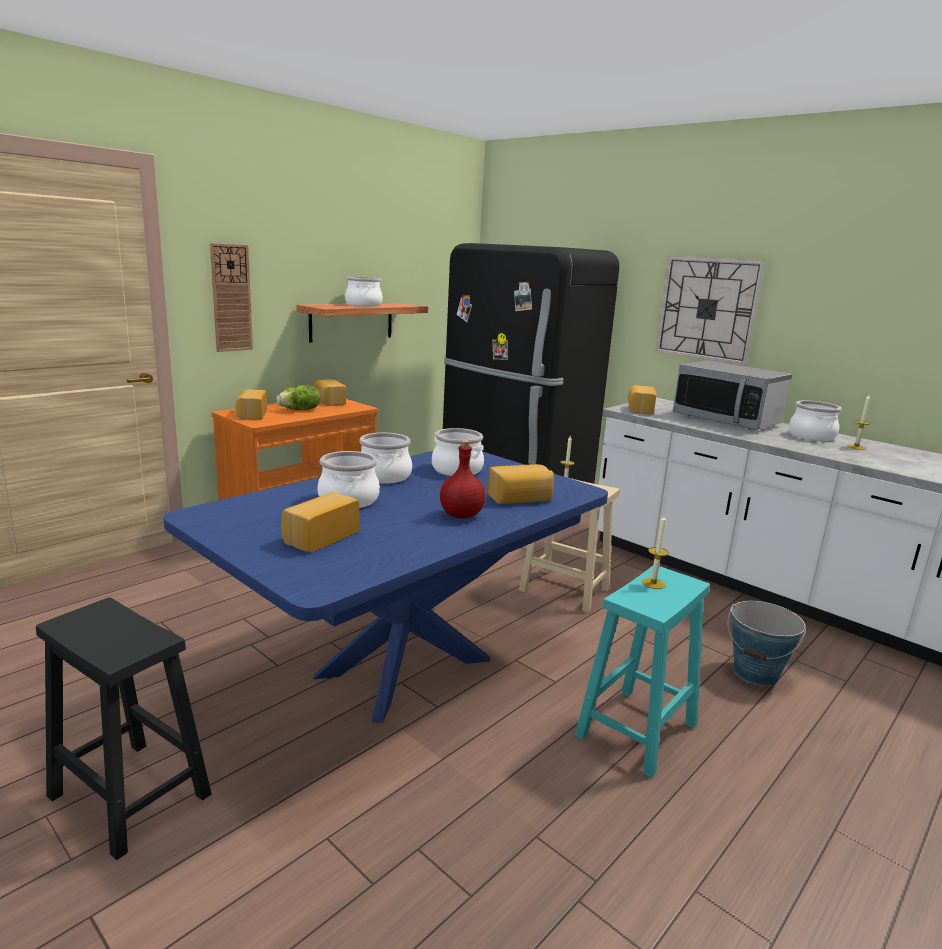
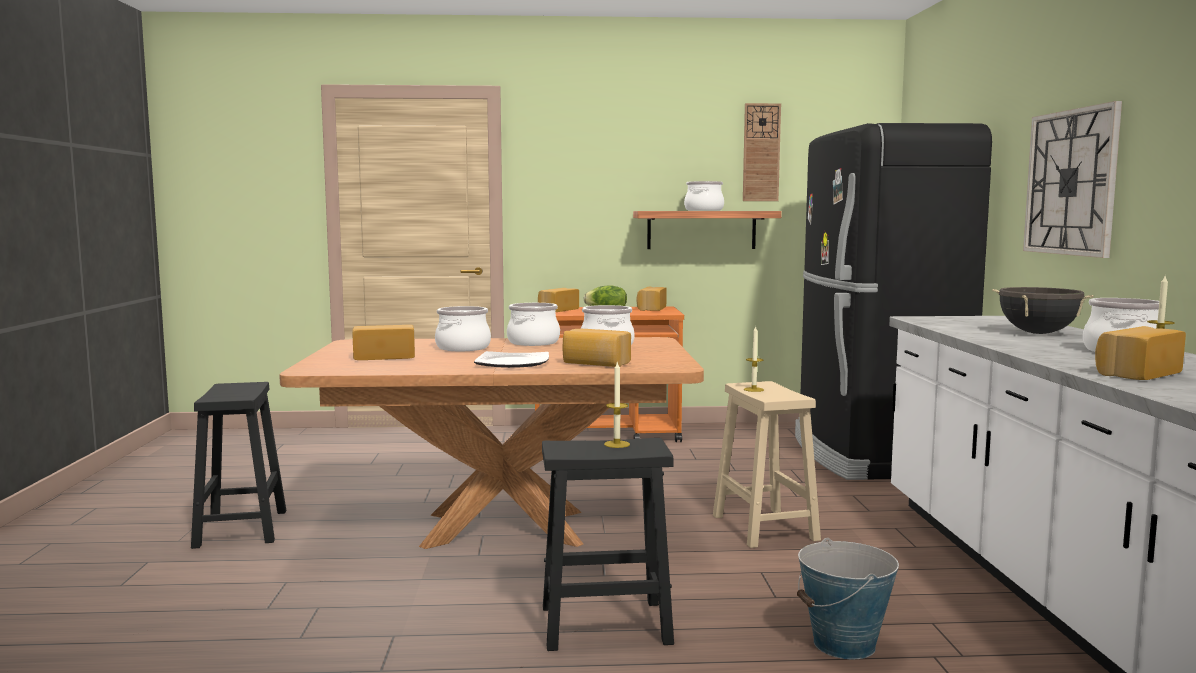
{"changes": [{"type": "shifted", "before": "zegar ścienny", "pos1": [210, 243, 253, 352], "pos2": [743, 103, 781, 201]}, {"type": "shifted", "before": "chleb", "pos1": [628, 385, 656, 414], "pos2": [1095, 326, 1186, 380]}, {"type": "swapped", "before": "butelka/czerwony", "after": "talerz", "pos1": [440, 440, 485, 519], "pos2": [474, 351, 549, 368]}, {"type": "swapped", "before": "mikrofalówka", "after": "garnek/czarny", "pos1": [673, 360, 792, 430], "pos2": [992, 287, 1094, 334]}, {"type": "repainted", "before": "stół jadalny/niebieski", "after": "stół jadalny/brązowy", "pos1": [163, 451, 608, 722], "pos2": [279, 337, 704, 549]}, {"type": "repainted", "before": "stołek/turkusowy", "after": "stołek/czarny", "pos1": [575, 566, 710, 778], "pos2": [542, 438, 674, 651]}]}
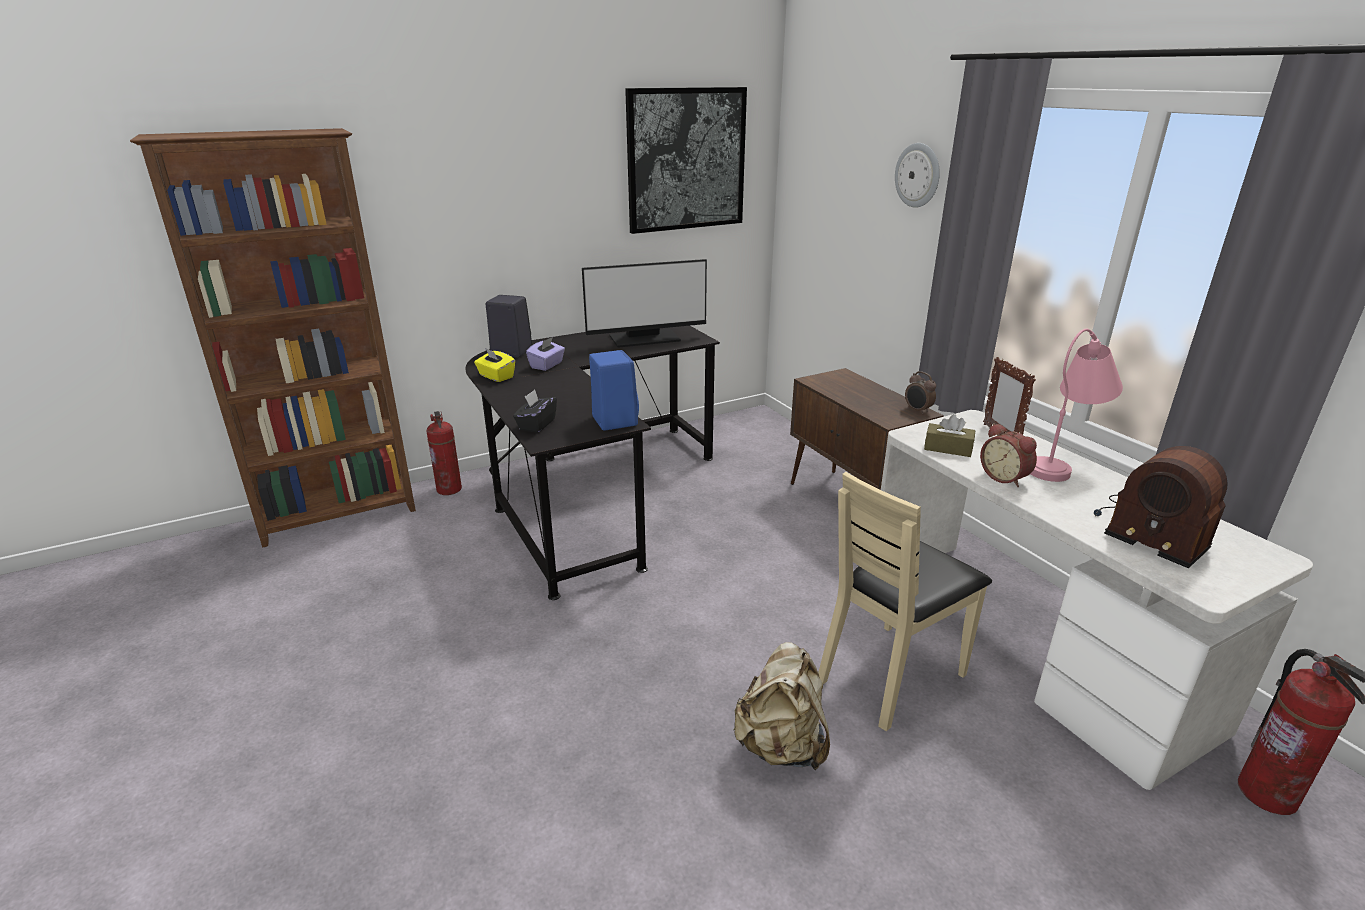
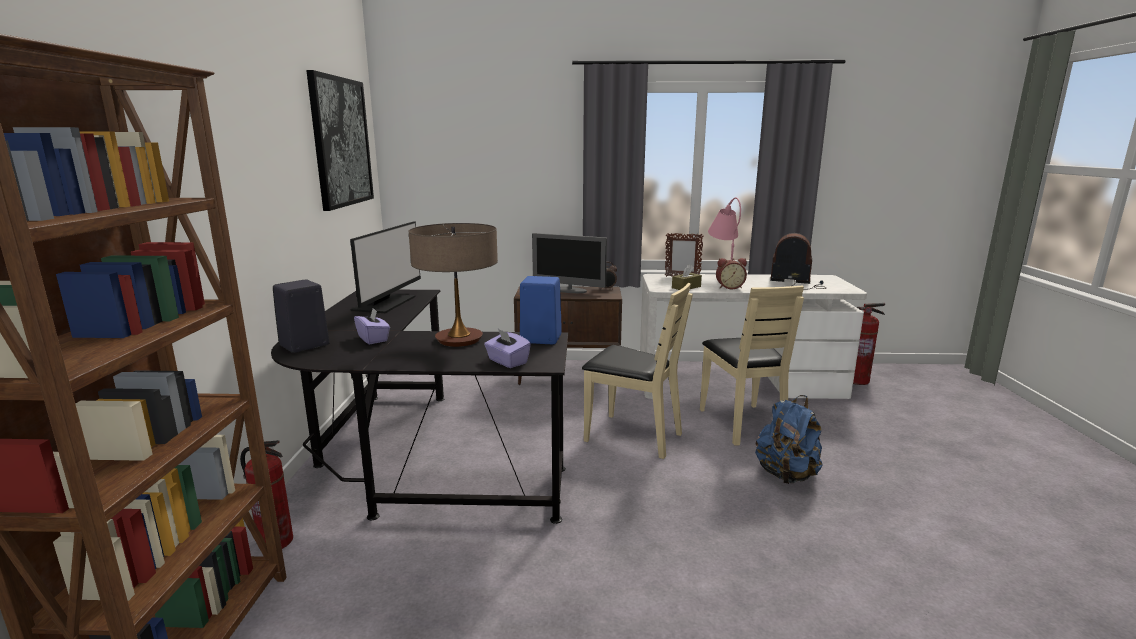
{"changes": [{"type": "gone", "before": "pudełko chusteczek/żółty", "pos1": [474, 348, 515, 382]}, {"type": "gone", "before": "zegar ścienny", "pos1": [895, 143, 940, 208]}, {"type": "new", "after": "lampa stołowa", "pos2": [409, 223, 498, 347]}, {"type": "new", "after": "monitor", "pos2": [532, 233, 607, 293]}, {"type": "new", "after": "krzesło/beżowy", "pos2": [582, 283, 693, 459]}, {"type": "repainted", "before": "pudełko chusteczek/czarny", "after": "pudełko chusteczek/fioletowy", "pos1": [513, 390, 557, 433], "pos2": [484, 329, 531, 368]}, {"type": "repainted", "before": "plecak/beżowy", "after": "plecak/niebieski", "pos1": [733, 642, 830, 770], "pos2": [755, 395, 823, 484]}, {"type": "rotated", "before": "radio", "pos1": [1094, 446, 1228, 568], "pos2": [770, 233, 827, 290], "turn": -150}]}
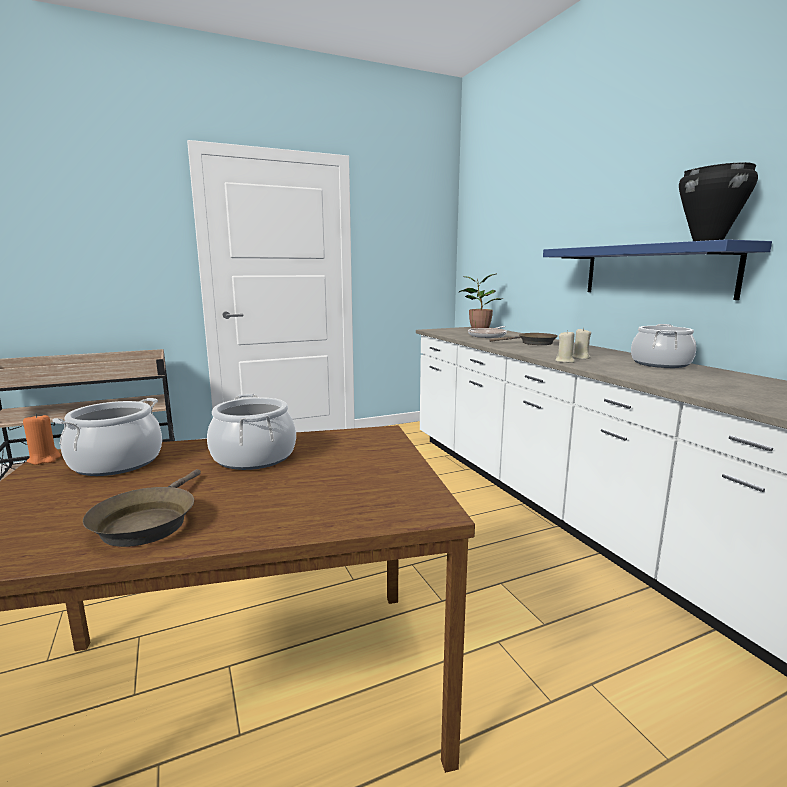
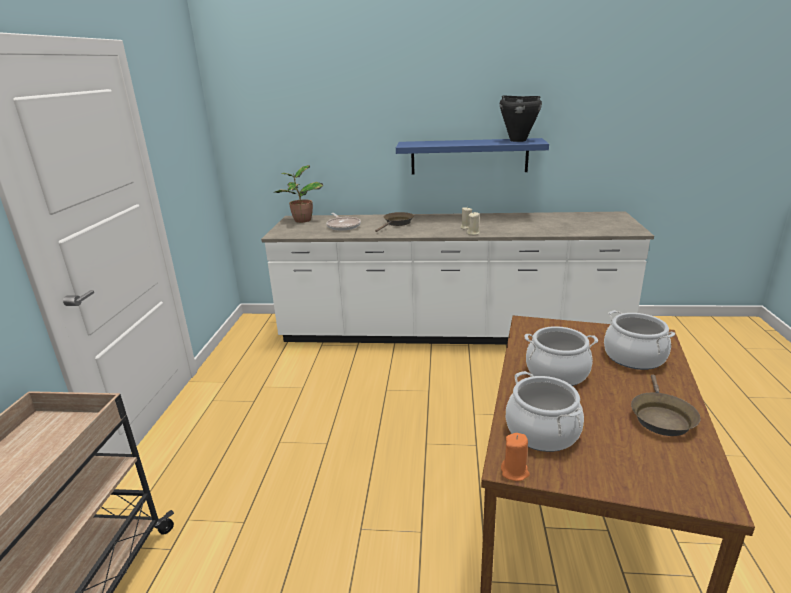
{"changes": [{"type": "shifted", "before": "garnek", "pos1": [631, 324, 696, 368], "pos2": [604, 310, 675, 370]}, {"type": "rotated", "before": "patelnia/brązowy", "pos1": [83, 469, 201, 547], "pos2": [631, 375, 700, 436], "turn": 75}]}
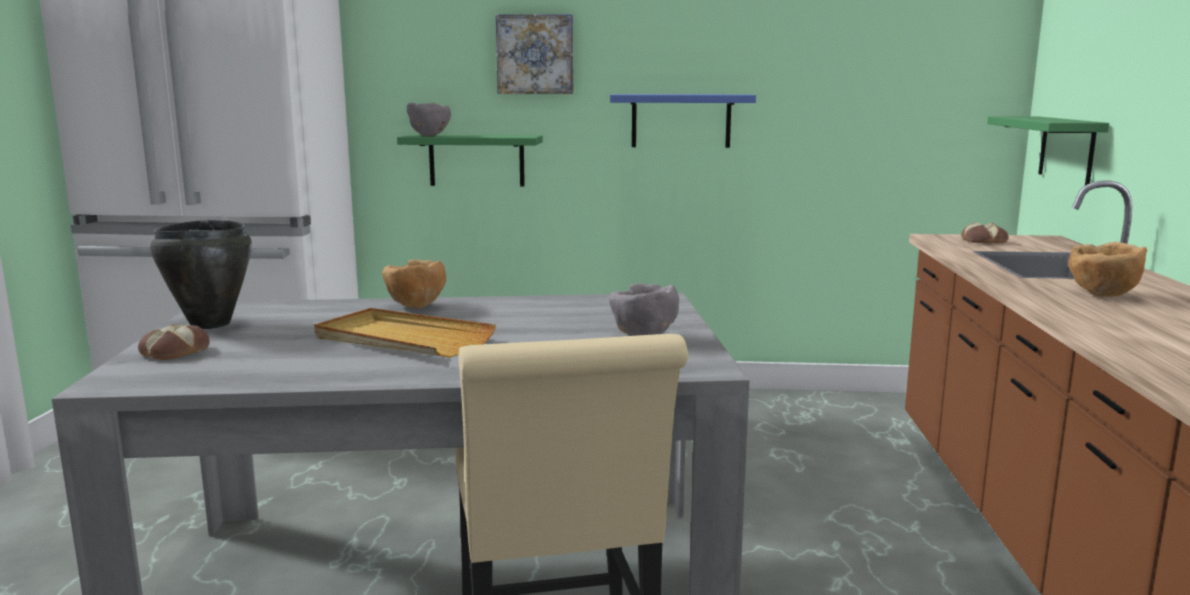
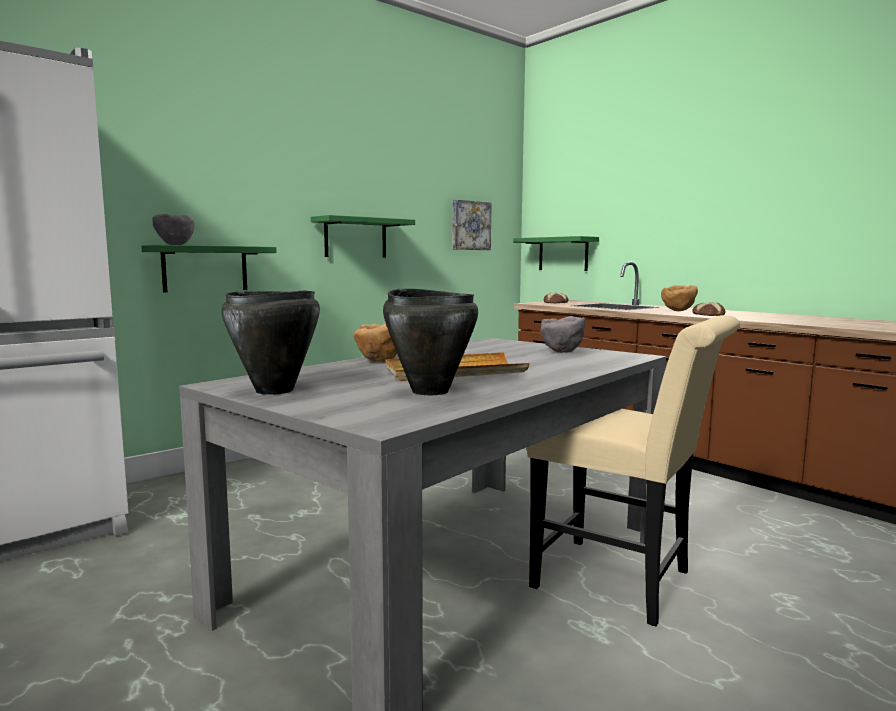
{"changes": [{"type": "new", "after": "garnek/czarny", "pos2": [383, 288, 478, 395]}, {"type": "shifted", "before": "chleb", "pos1": [138, 324, 210, 360], "pos2": [692, 302, 726, 316]}, {"type": "shifted", "before": "obraz", "pos1": [496, 14, 573, 94], "pos2": [452, 200, 491, 250]}, {"type": "repainted", "before": "półka/niebieski", "after": "półka/zielony", "pos1": [610, 94, 756, 148], "pos2": [311, 215, 415, 257]}]}
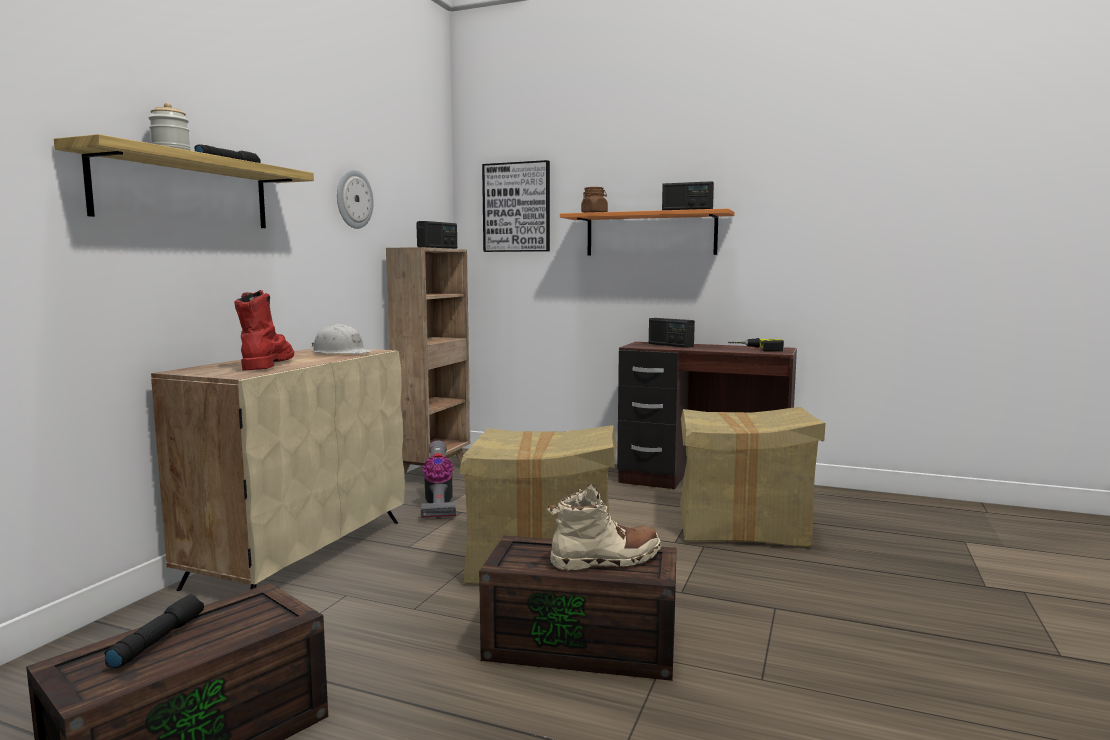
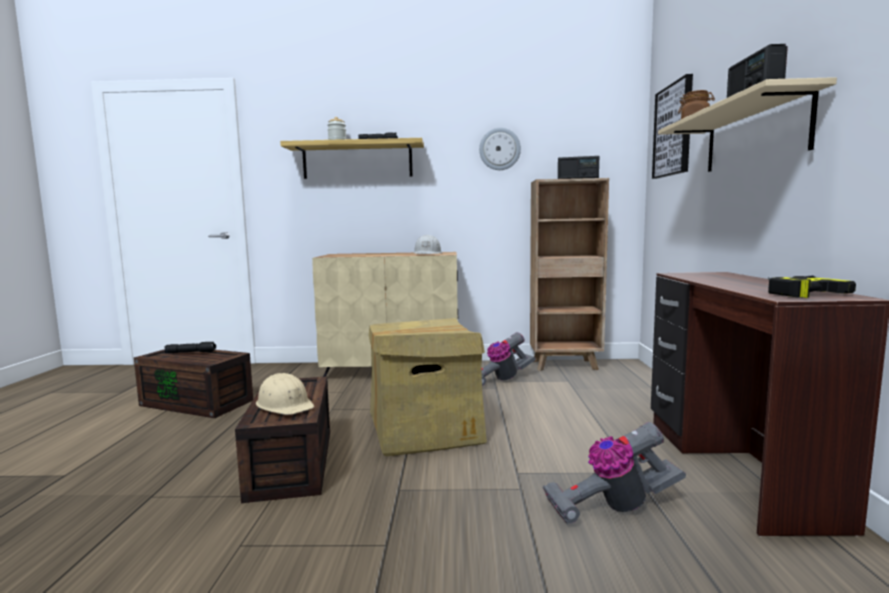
{"changes": [{"type": "gone", "before": "but z cholewką/czerwony", "pos1": [234, 290, 294, 371]}, {"type": "gone", "before": "radio", "pos1": [649, 318, 695, 348]}, {"type": "swapped", "before": "but z cholewką/beżowy", "after": "kask/beżowy", "pos1": [547, 484, 661, 571], "pos2": [256, 373, 314, 415]}, {"type": "swapped", "before": "karton", "after": "odkurzacz", "pos1": [680, 407, 825, 547], "pos2": [543, 422, 686, 525]}, {"type": "repainted", "before": "półka/pomarańczowy", "after": "półka/beżowy", "pos1": [560, 208, 735, 256], "pos2": [658, 77, 837, 172]}]}
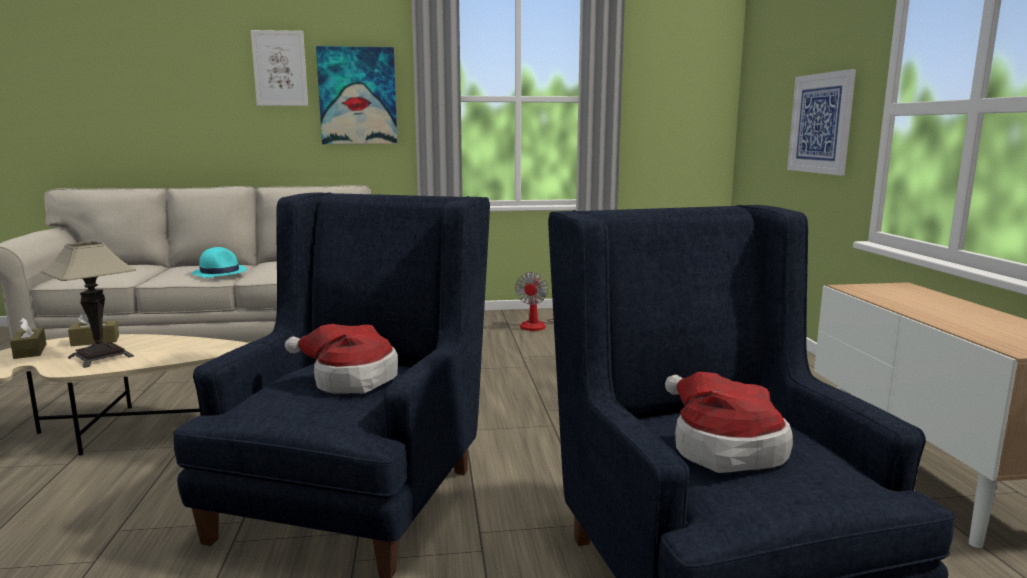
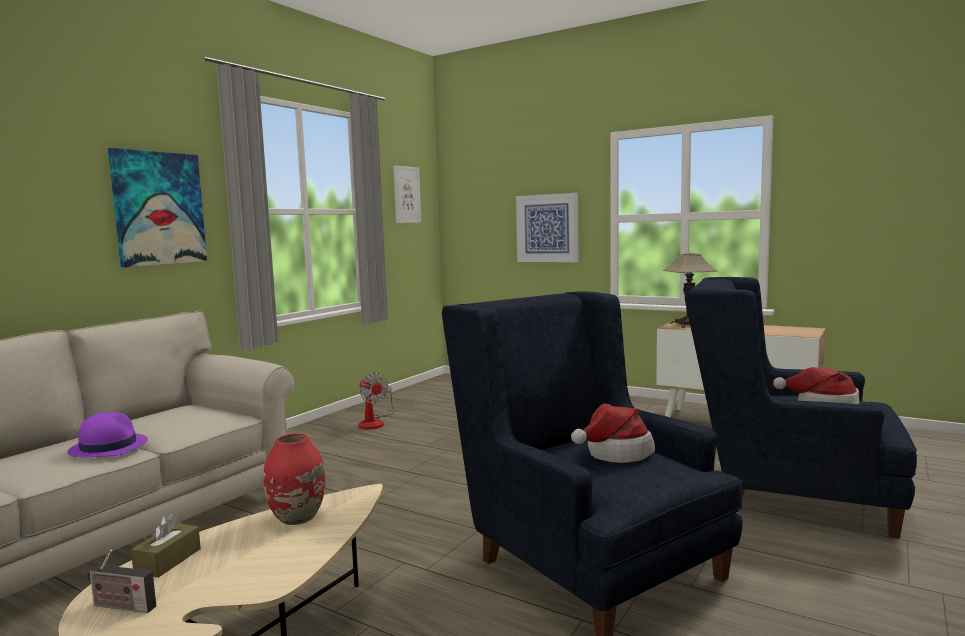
{"changes": [{"type": "new", "after": "wazon/czerwony", "pos2": [263, 433, 325, 525]}, {"type": "shifted", "before": "lampa stołowa", "pos1": [40, 241, 136, 368], "pos2": [663, 253, 718, 328]}, {"type": "shifted", "before": "obraz", "pos1": [251, 30, 308, 106], "pos2": [393, 165, 421, 223]}, {"type": "swapped", "before": "pudełko chusteczek/brązowy", "after": "radio", "pos1": [10, 317, 46, 359], "pos2": [87, 550, 156, 613]}, {"type": "repainted", "before": "kapelusz/turkusowy", "after": "kapelusz/fioletowy", "pos1": [192, 247, 247, 278], "pos2": [67, 412, 148, 457]}]}
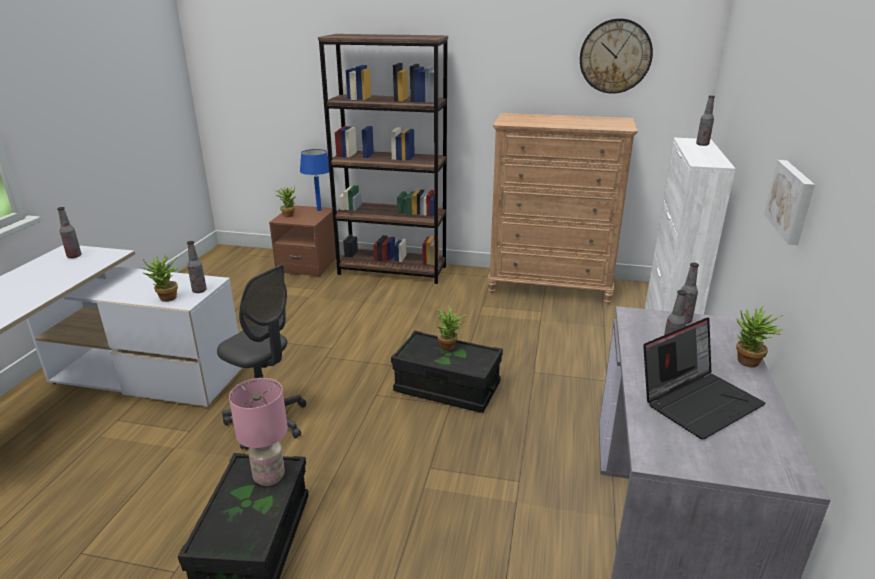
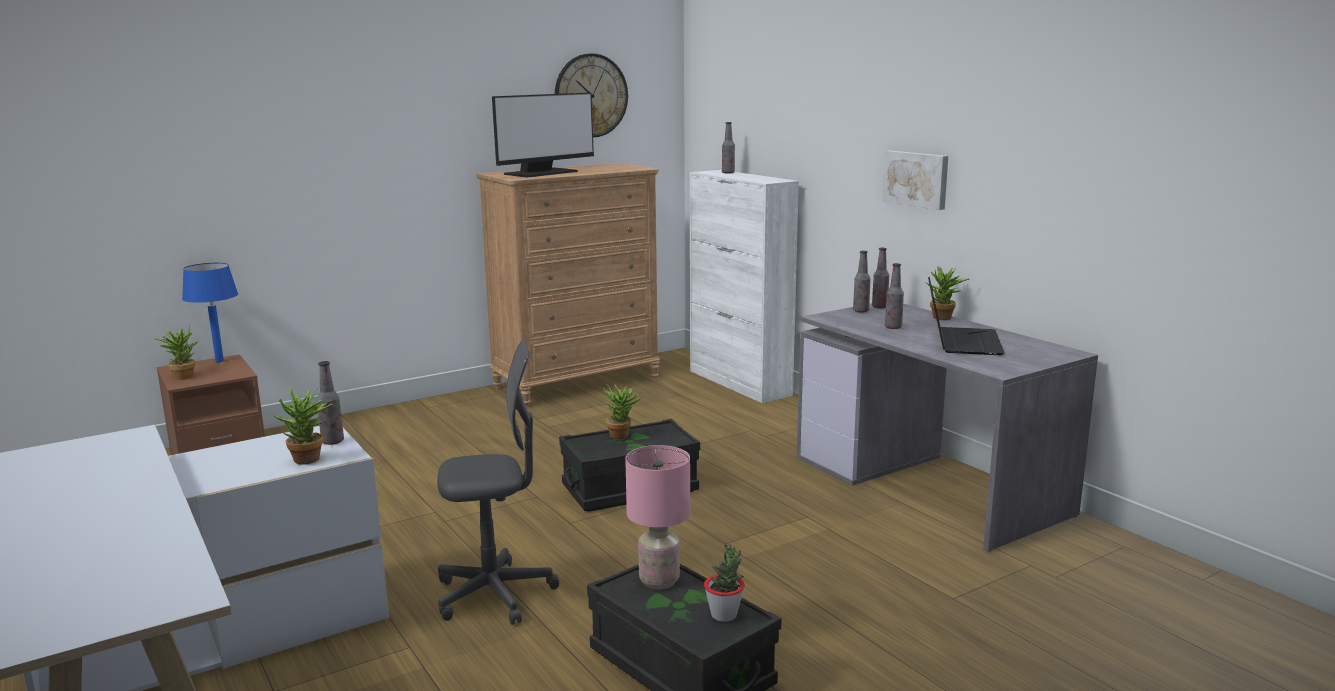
{"changes": [{"type": "gone", "before": "regał/brązowy", "pos1": [318, 34, 448, 284]}, {"type": "new", "after": "monitor", "pos2": [492, 93, 594, 177]}, {"type": "new", "after": "roślina doniczkowa", "pos2": [704, 544, 745, 622]}, {"type": "shifted", "before": "butelka", "pos1": [57, 207, 82, 258], "pos2": [872, 248, 889, 309]}]}
